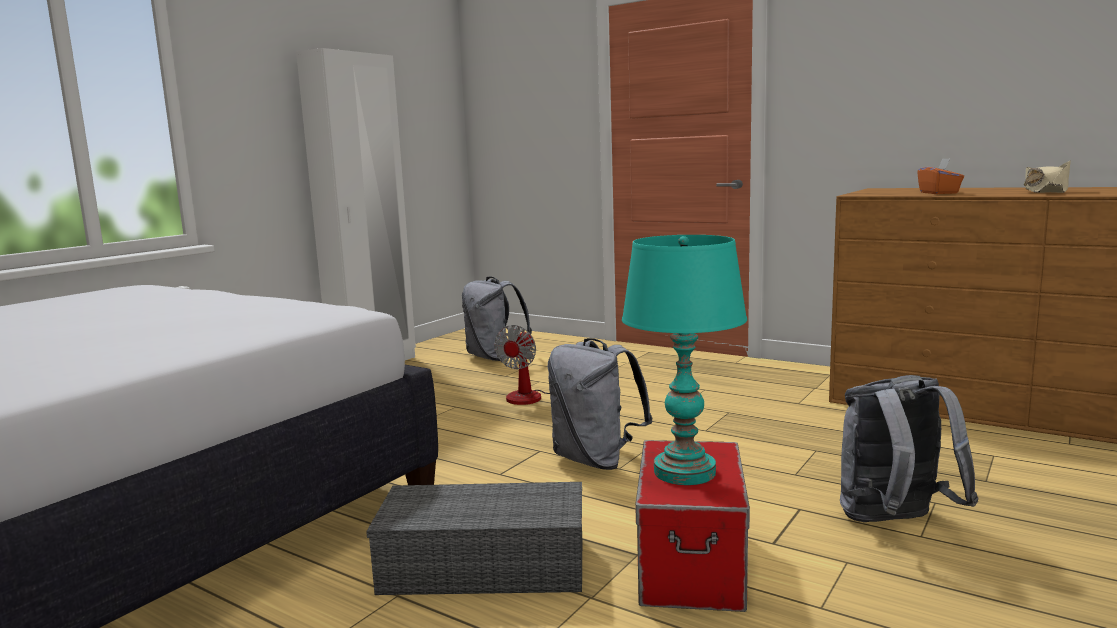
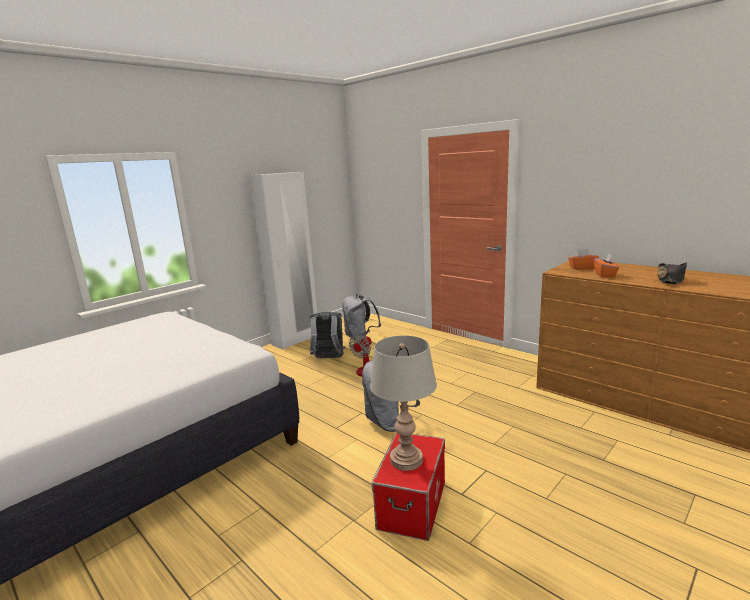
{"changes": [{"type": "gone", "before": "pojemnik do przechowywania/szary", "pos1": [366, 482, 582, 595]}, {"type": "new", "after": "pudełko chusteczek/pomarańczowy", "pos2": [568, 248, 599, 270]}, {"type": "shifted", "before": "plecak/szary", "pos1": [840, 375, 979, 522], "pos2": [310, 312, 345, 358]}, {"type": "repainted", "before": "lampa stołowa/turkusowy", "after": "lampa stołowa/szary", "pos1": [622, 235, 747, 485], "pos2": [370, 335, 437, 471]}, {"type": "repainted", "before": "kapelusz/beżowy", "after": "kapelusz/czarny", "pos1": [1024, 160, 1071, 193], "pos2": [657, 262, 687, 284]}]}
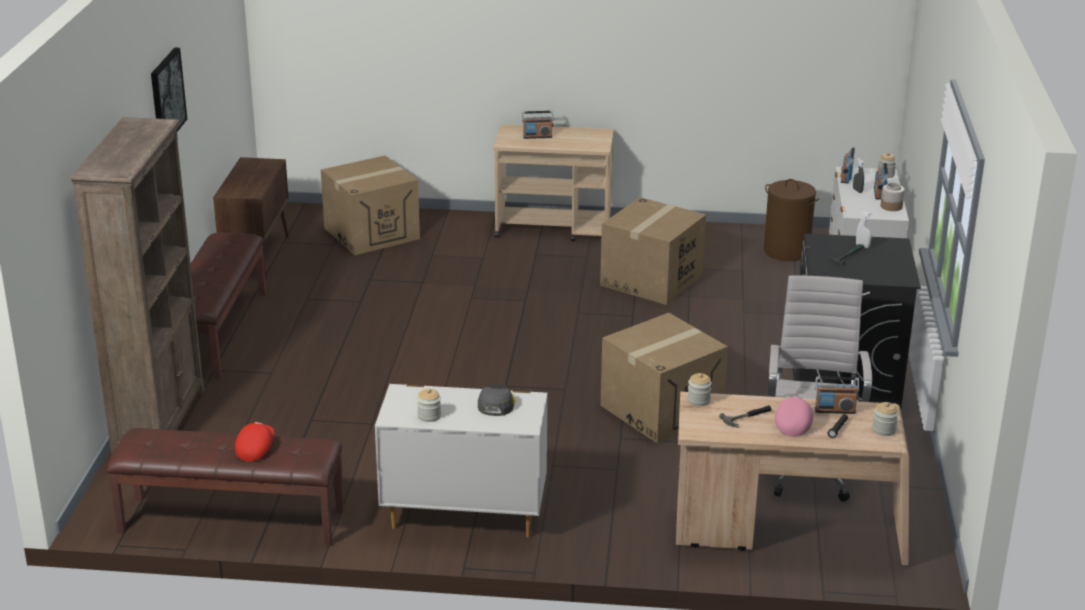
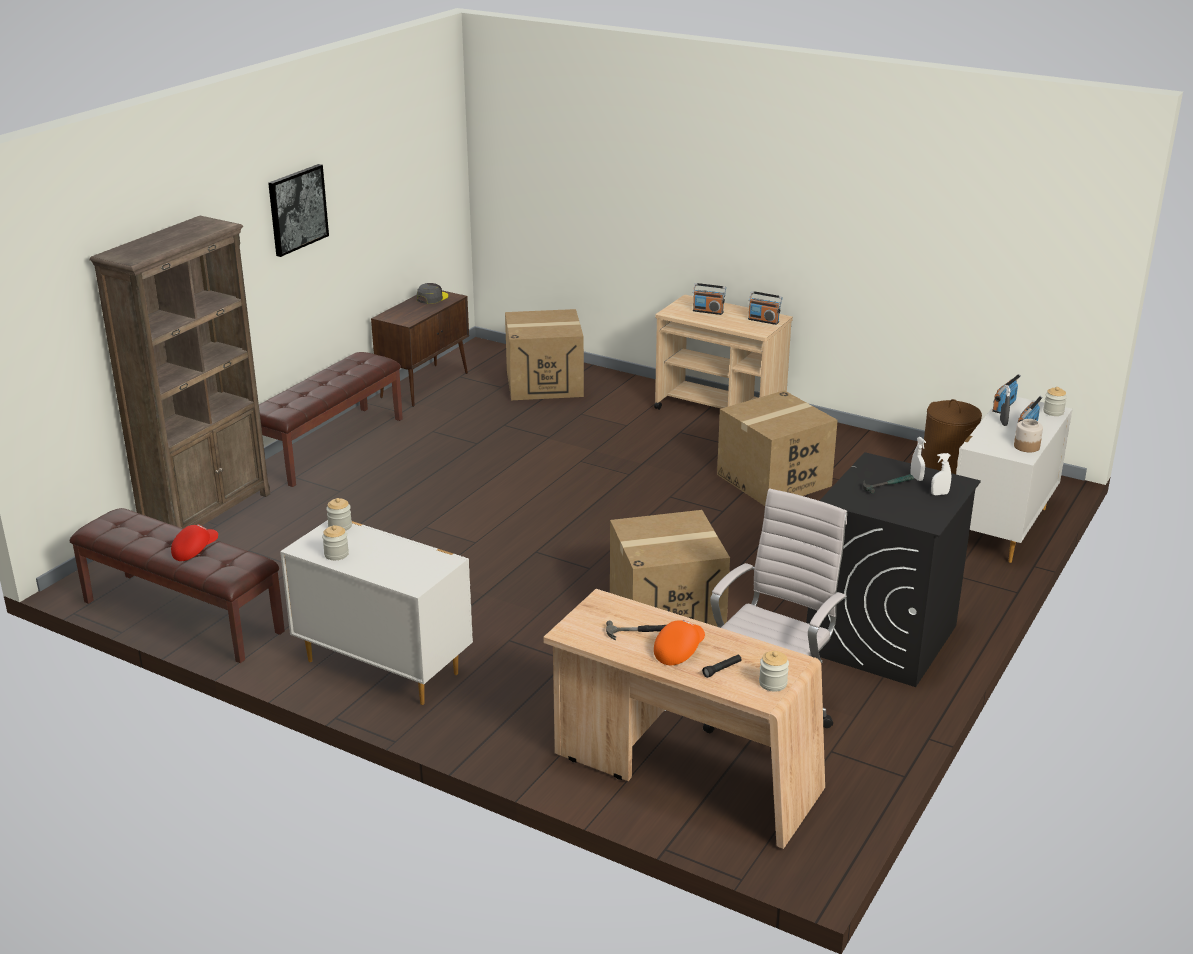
{"changes": [{"type": "new", "after": "spryskiwacz/biały", "pos2": [931, 453, 951, 495]}, {"type": "shifted", "before": "czapka z daszkiem/szary", "pos1": [478, 384, 516, 416], "pos2": [417, 283, 448, 304]}, {"type": "shifted", "before": "słoik", "pos1": [687, 373, 712, 406], "pos2": [326, 498, 352, 531]}, {"type": "shifted", "before": "radio", "pos1": [815, 376, 859, 414], "pos2": [748, 291, 782, 325]}, {"type": "repainted", "before": "czapka z daszkiem/różowy", "after": "czapka z daszkiem/pomarańczowy", "pos1": [775, 396, 813, 436], "pos2": [654, 620, 705, 665]}]}
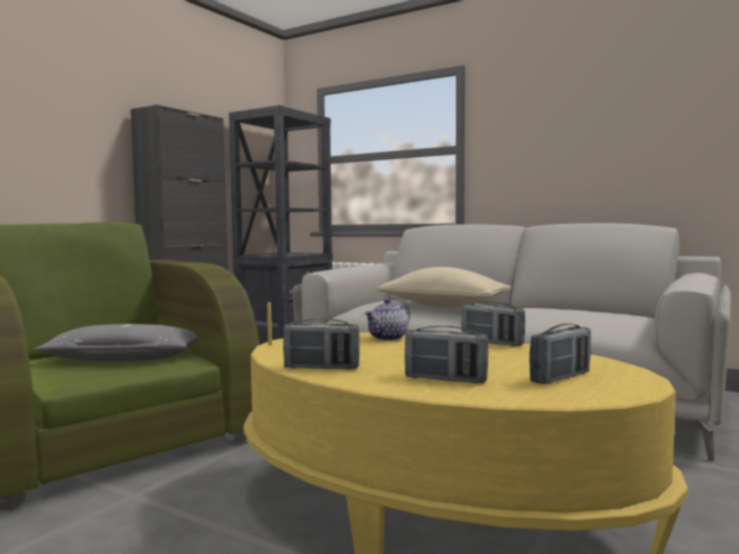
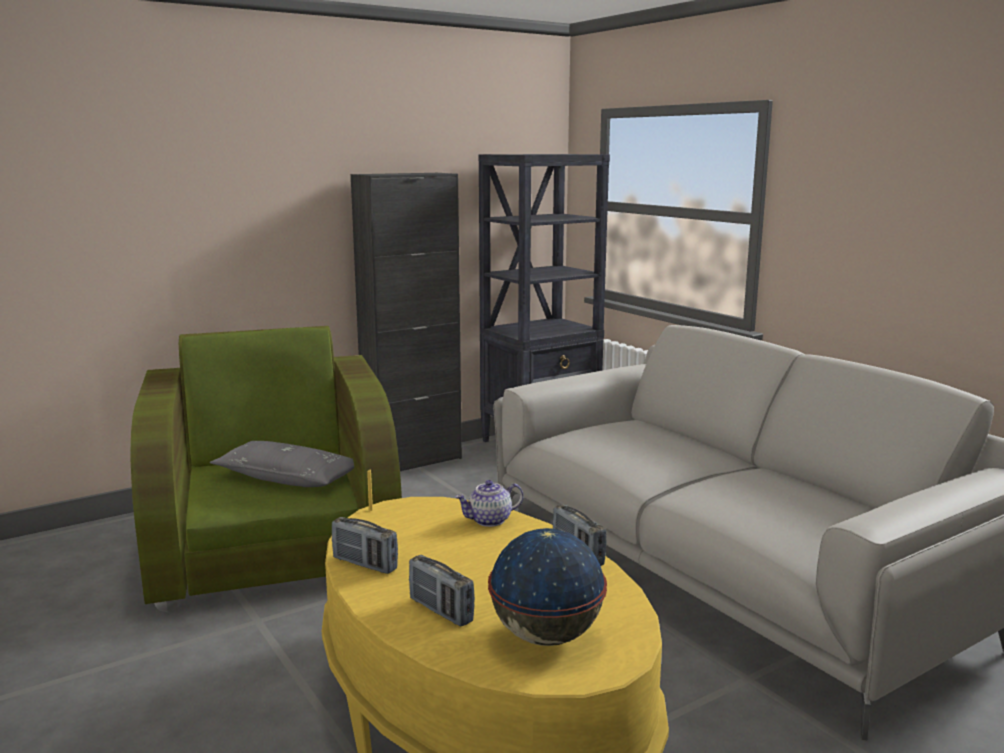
{"changes": [{"type": "gone", "before": "poduszka/beżowy", "pos1": [376, 267, 511, 308]}, {"type": "swapped", "before": "radio", "after": "globus", "pos1": [529, 323, 591, 384], "pos2": [488, 528, 607, 646]}]}
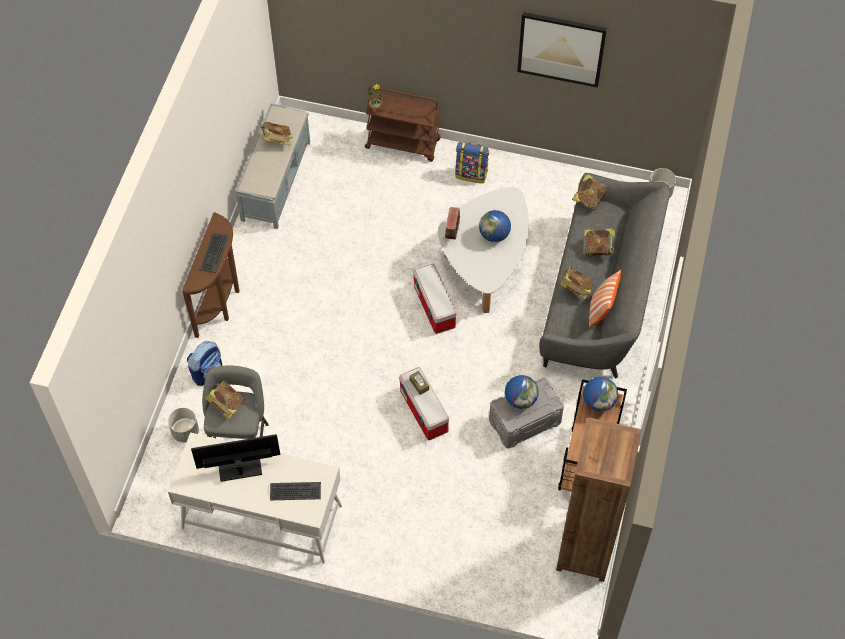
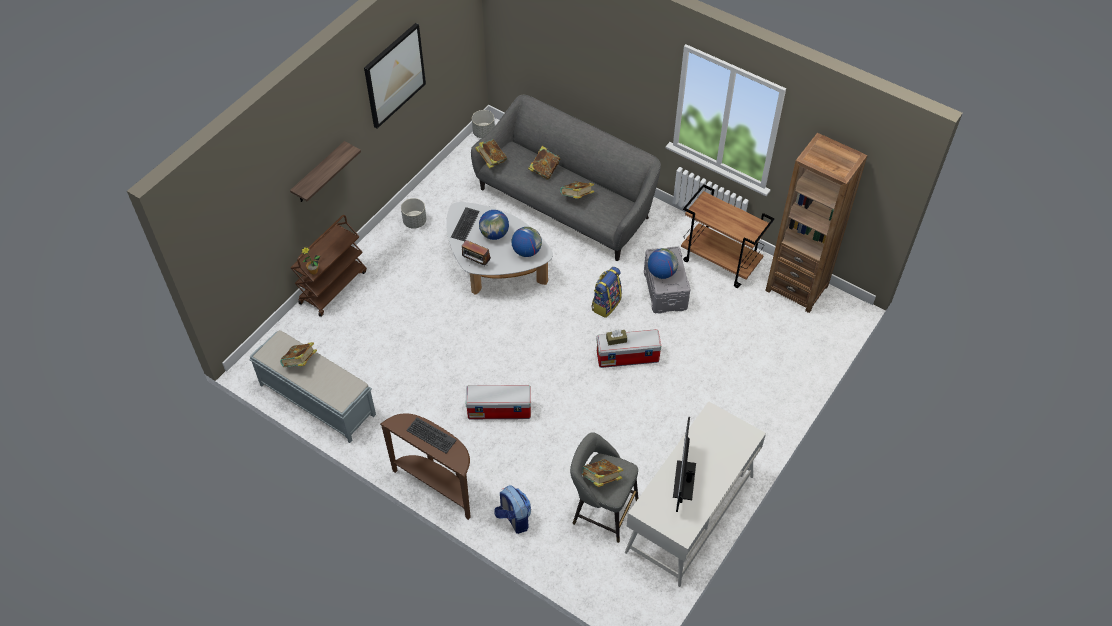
{"changes": [{"type": "gone", "before": "poduszka", "pos1": [589, 270, 621, 328]}, {"type": "new", "after": "półka", "pos2": [290, 141, 361, 202]}, {"type": "shifted", "before": "donica/szary", "pos1": [168, 408, 199, 442], "pos2": [401, 198, 426, 229]}, {"type": "shifted", "before": "klawiatura", "pos1": [270, 482, 321, 500], "pos2": [451, 207, 480, 241]}, {"type": "shifted", "before": "pojemnik do przechowywania", "pos1": [413, 264, 456, 334], "pos2": [465, 385, 531, 419]}, {"type": "shifted", "before": "plecak", "pos1": [455, 141, 489, 183], "pos2": [592, 267, 622, 318]}, {"type": "shifted", "before": "globus", "pos1": [583, 377, 618, 412], "pos2": [511, 227, 542, 257]}]}
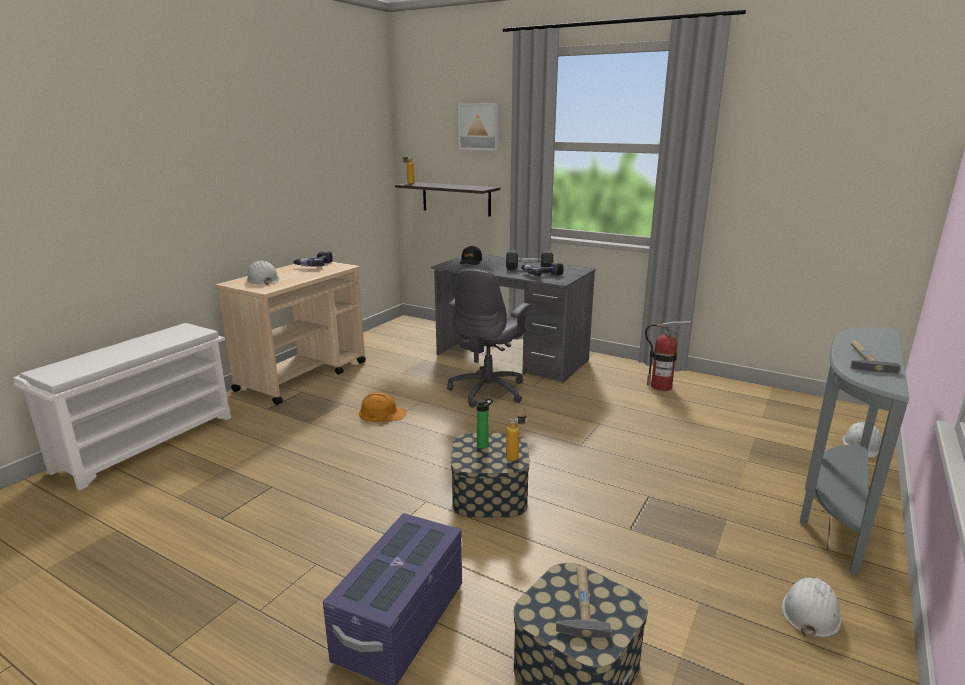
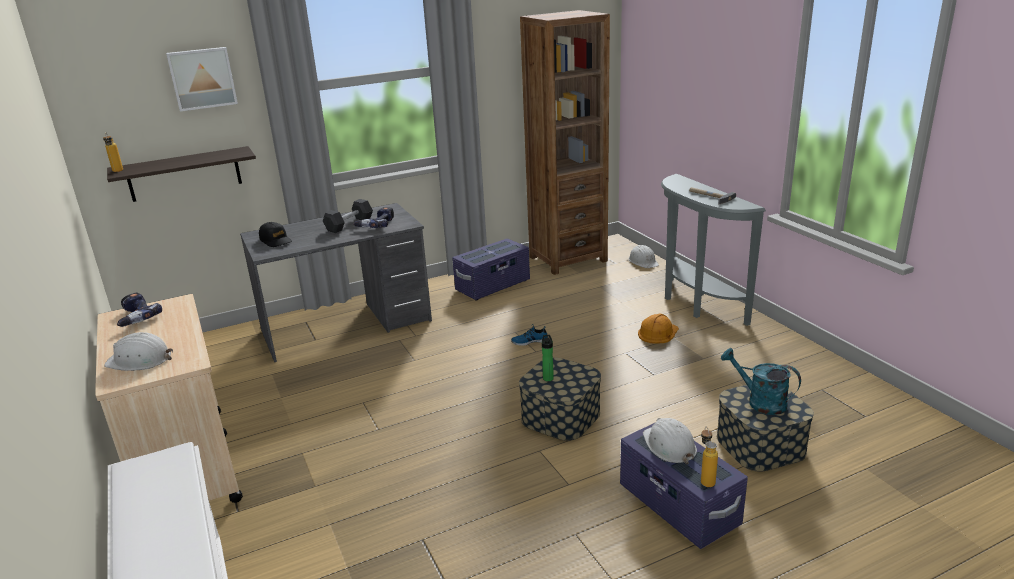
{"changes": [{"type": "gone", "before": "krzesło biurowe/szary", "pos1": [447, 268, 532, 408]}, {"type": "new", "after": "but", "pos2": [511, 324, 548, 346]}, {"type": "new", "after": "regał/brązowy", "pos2": [520, 10, 610, 275]}, {"type": "shifted", "before": "kask/pomarańczowy", "pos1": [359, 393, 407, 422], "pos2": [638, 313, 679, 344]}, {"type": "shifted", "before": "butelka", "pos1": [506, 408, 527, 461], "pos2": [701, 426, 718, 487]}, {"type": "shifted", "before": "kask/biały", "pos1": [782, 578, 841, 637], "pos2": [643, 418, 697, 464]}, {"type": "swapped", "before": "młotek", "after": "konewka/turkusowy", "pos1": [556, 565, 612, 638], "pos2": [721, 348, 801, 415]}, {"type": "swapped", "before": "gaśnica", "after": "pojemnik do przechowywania/fioletowy", "pos1": [645, 321, 691, 391], "pos2": [452, 238, 530, 300]}]}
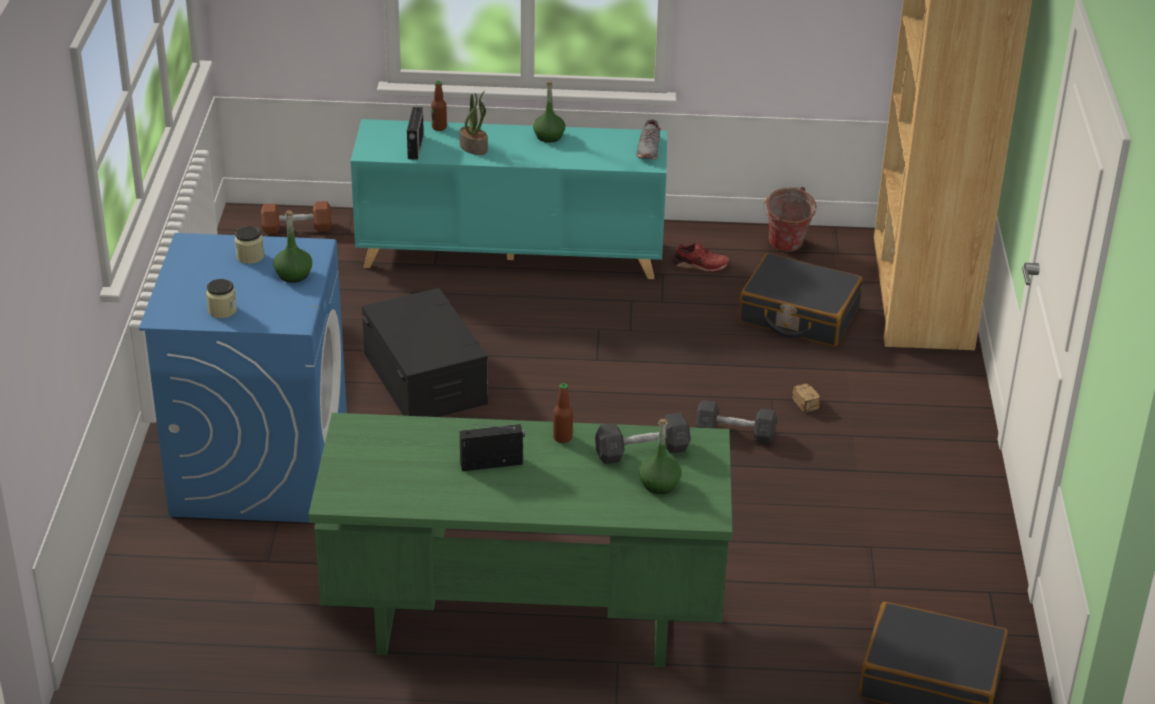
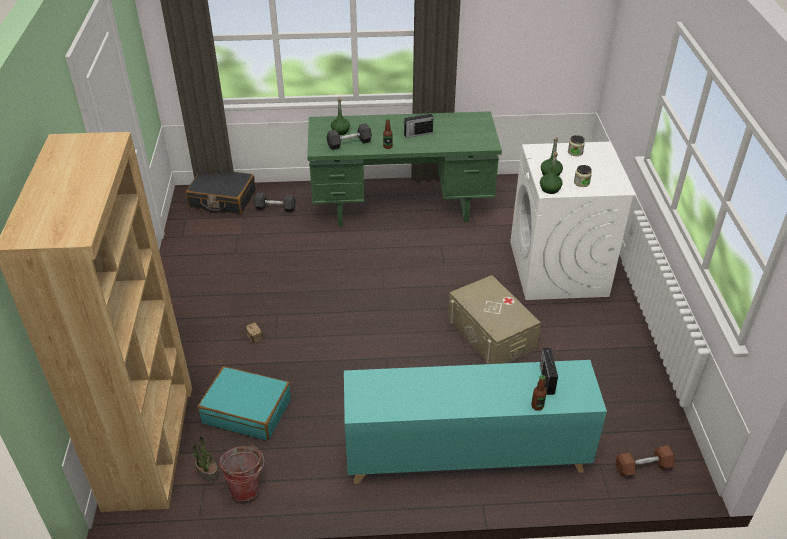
{"changes": [{"type": "gone", "before": "but/szary", "pos1": [636, 119, 661, 159]}, {"type": "gone", "before": "but/czerwony", "pos1": [672, 243, 729, 272]}, {"type": "shifted", "before": "roślina doniczkowa", "pos1": [459, 91, 488, 155], "pos2": [192, 436, 219, 482]}, {"type": "shifted", "before": "butelka/zielony", "pos1": [533, 81, 565, 143], "pos2": [540, 152, 563, 194]}, {"type": "shifted", "before": "hantel/szary", "pos1": [695, 400, 777, 444], "pos2": [254, 193, 296, 212]}, {"type": "repainted", "before": "pralka/niebieski", "after": "pralka/biały", "pos1": [139, 233, 347, 522], "pos2": [510, 142, 636, 300]}, {"type": "repainted", "before": "pojemnik do przechowywania/czarny", "after": "pojemnik do przechowywania/beżowy", "pos1": [362, 288, 488, 417], "pos2": [448, 275, 541, 364]}, {"type": "repainted", "before": "walizka/czarny", "after": "walizka/turkusowy", "pos1": [739, 253, 863, 347], "pos2": [197, 366, 291, 441]}]}
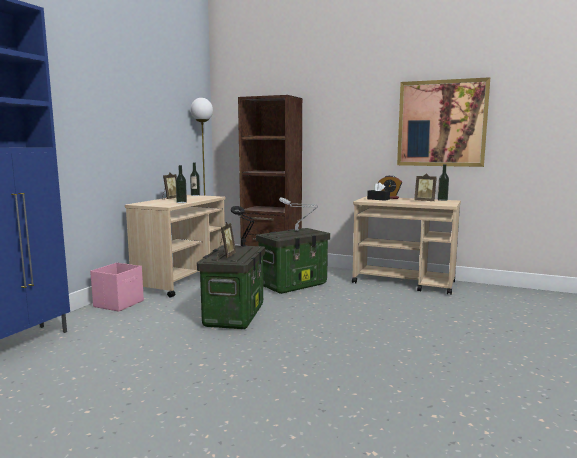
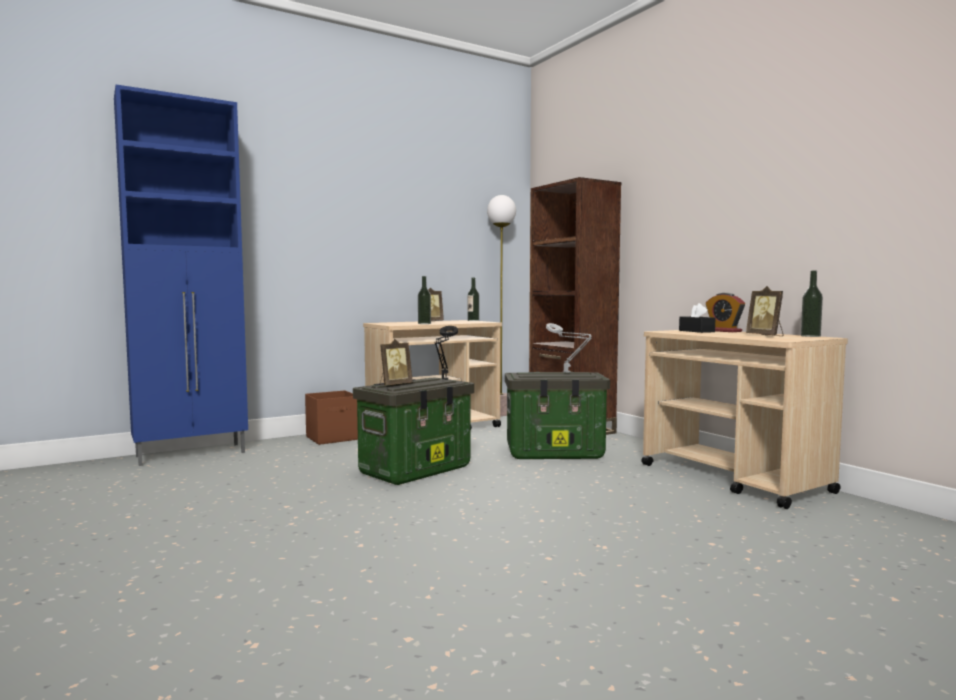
{"changes": [{"type": "gone", "before": "obraz", "pos1": [397, 77, 490, 167]}, {"type": "repainted", "before": "pojemnik do przechowywania/różowy", "after": "pojemnik do przechowywania/brązowy", "pos1": [90, 263, 144, 312], "pos2": [305, 390, 358, 445]}]}
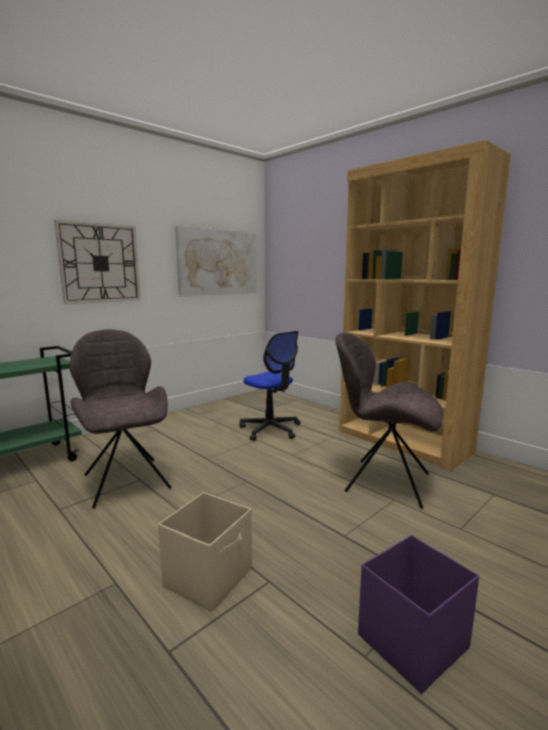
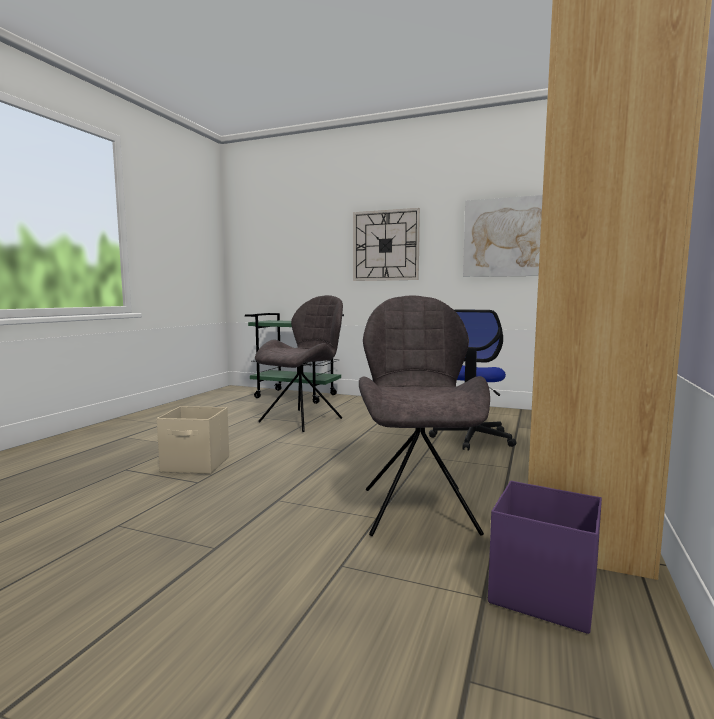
{"changes": [{"type": "shifted", "before": "pojemnik do przechowywania/fioletowy", "pos1": [358, 535, 479, 694], "pos2": [488, 481, 602, 634]}]}
